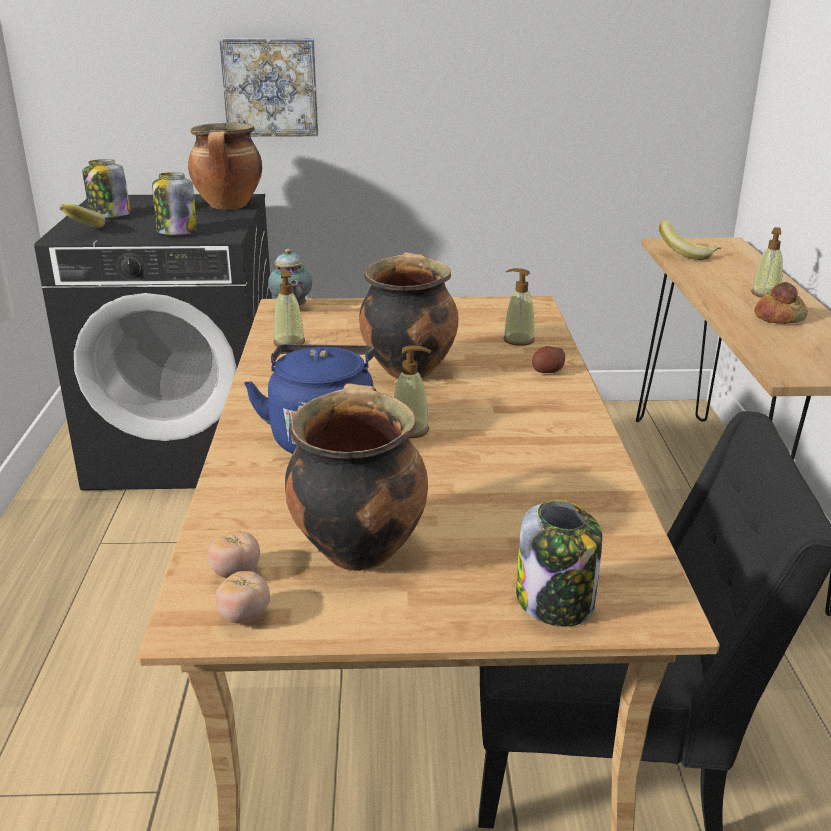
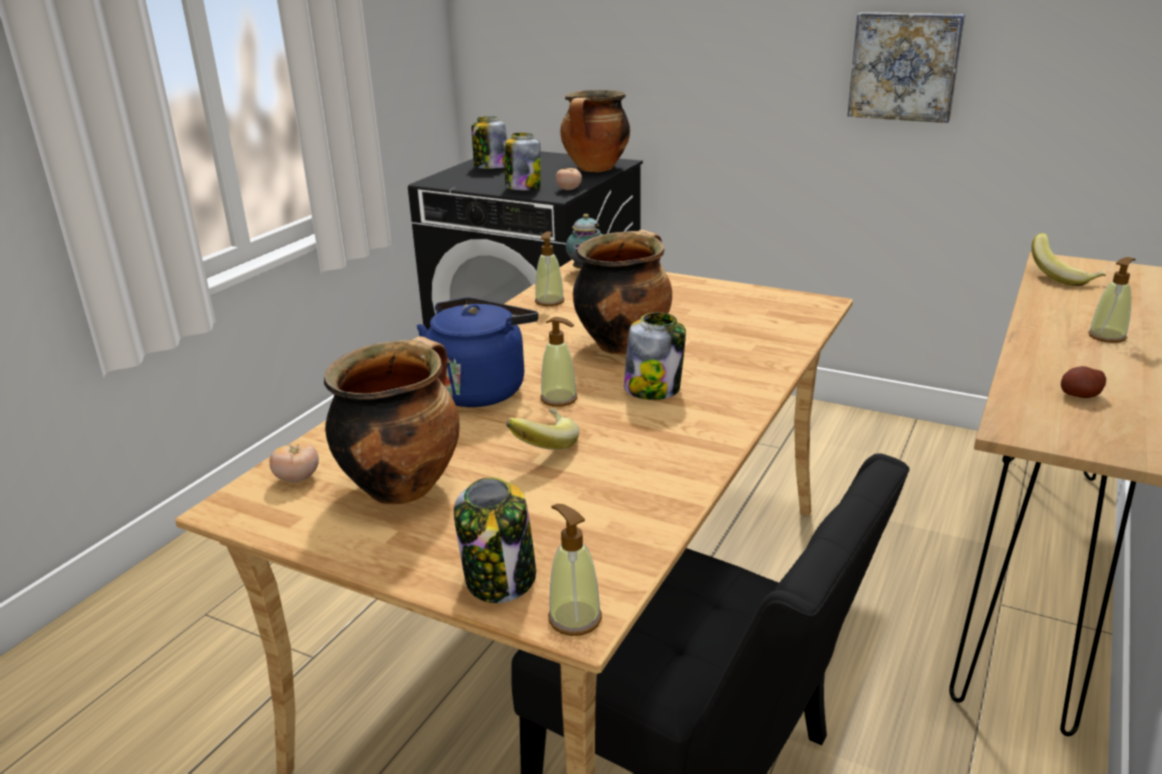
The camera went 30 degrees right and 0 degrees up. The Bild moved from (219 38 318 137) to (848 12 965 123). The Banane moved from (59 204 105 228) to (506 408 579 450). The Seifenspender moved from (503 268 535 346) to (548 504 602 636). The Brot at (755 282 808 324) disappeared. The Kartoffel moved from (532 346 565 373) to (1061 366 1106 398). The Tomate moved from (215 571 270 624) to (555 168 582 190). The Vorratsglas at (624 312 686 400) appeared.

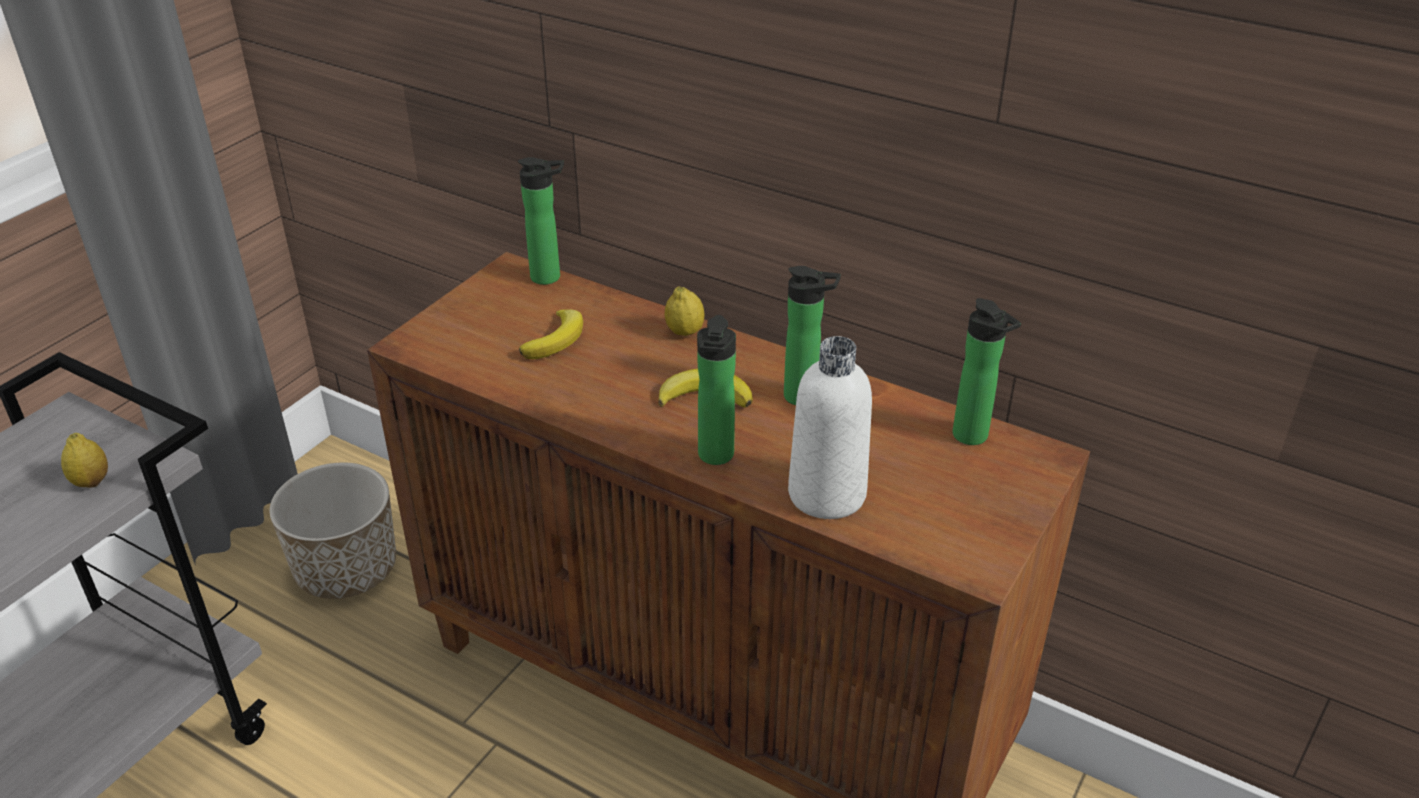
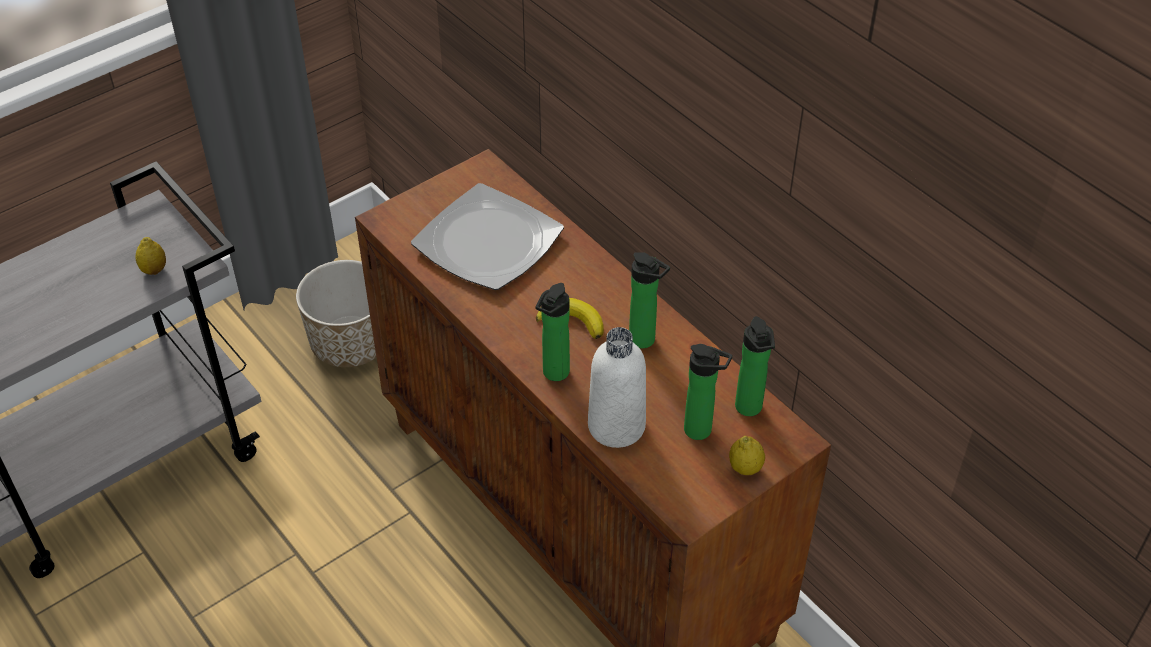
The camera went 20 degrees right and 10 degrees up. The Flasche moved from (518 157 564 285) to (684 344 732 440). The Zitrone moved from (664 286 704 336) to (729 436 765 475). The Banane at (519 309 583 359) was replaced by the Teller at (411 183 564 290).

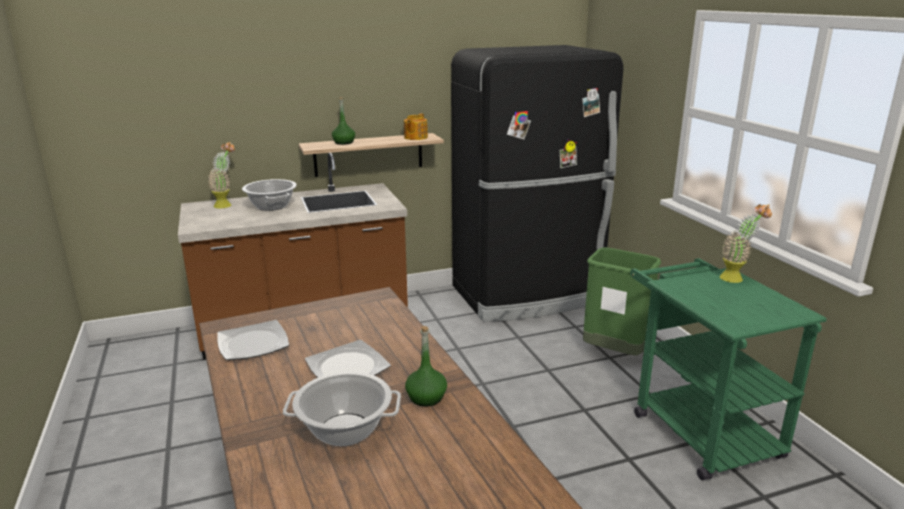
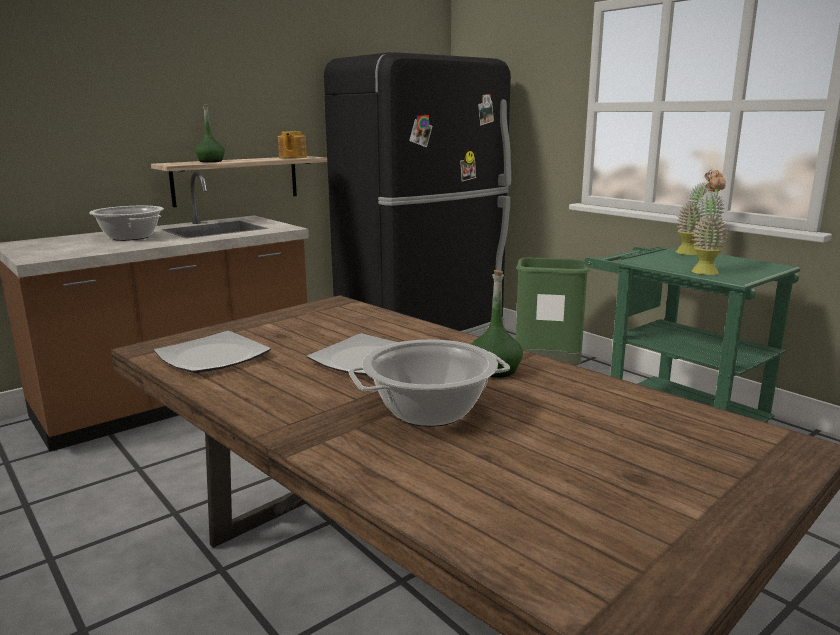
The camera went 20 degrees left and 5 degrees down. The Topfpflanze moved from (208 142 235 208) to (691 177 728 275).

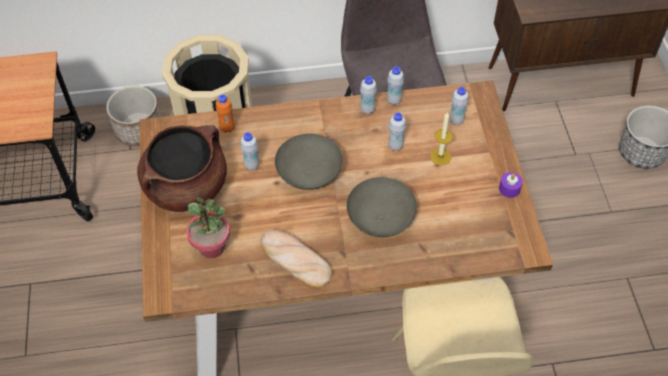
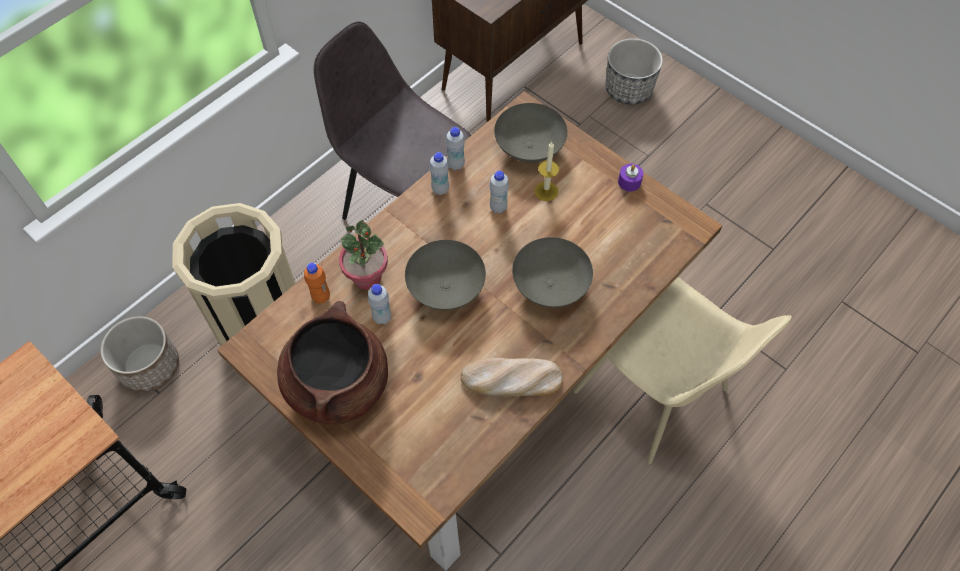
The camera went 40 degrees left and 5 degrees up. The Flasche [weiß] at (449 87 468 125) was replaced by the Schüssel [grau] at (494 103 568 163). The Topfpflanze moved from (186 198 230 258) to (339 220 388 290).

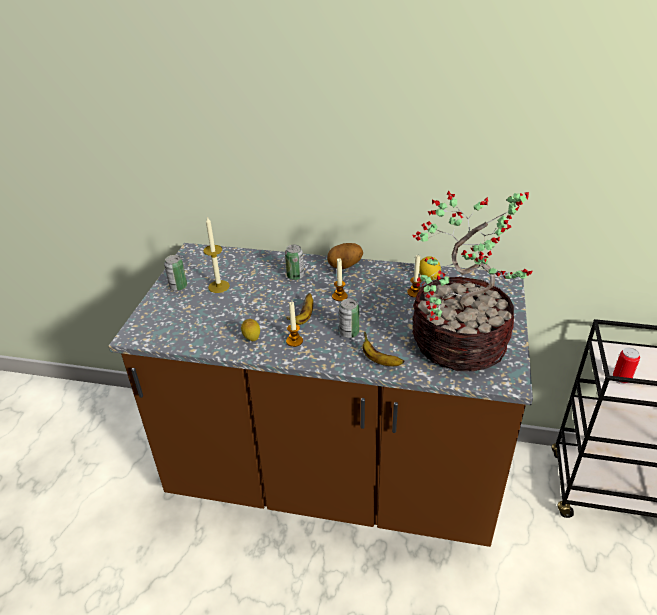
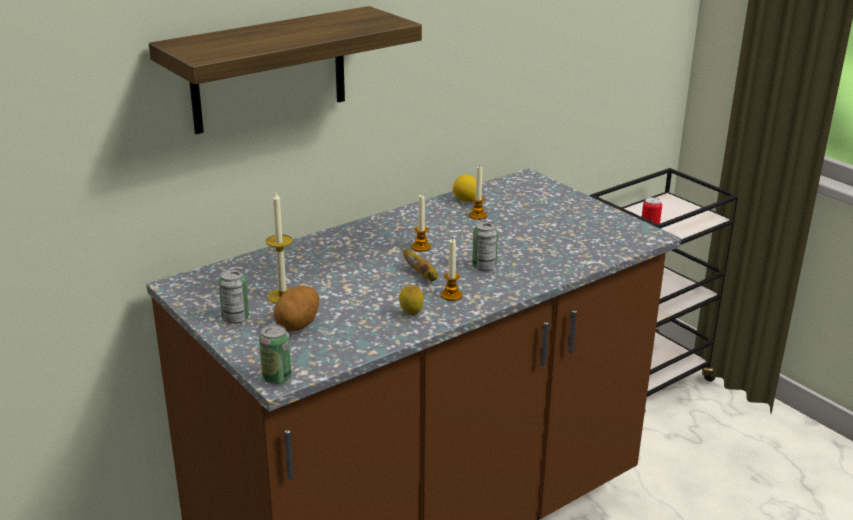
The camera went 50 degrees left and 10 degrees down. The Topfpflanze at (413 191 532 371) disappeared. The Kartoffel moved from (327 243 363 269) to (274 285 319 332). The Dose moved from (285 245 304 280) to (259 324 292 384). The Banane at (362 332 404 366) disappeared. The Wandregal at (149 6 422 134) appeared.

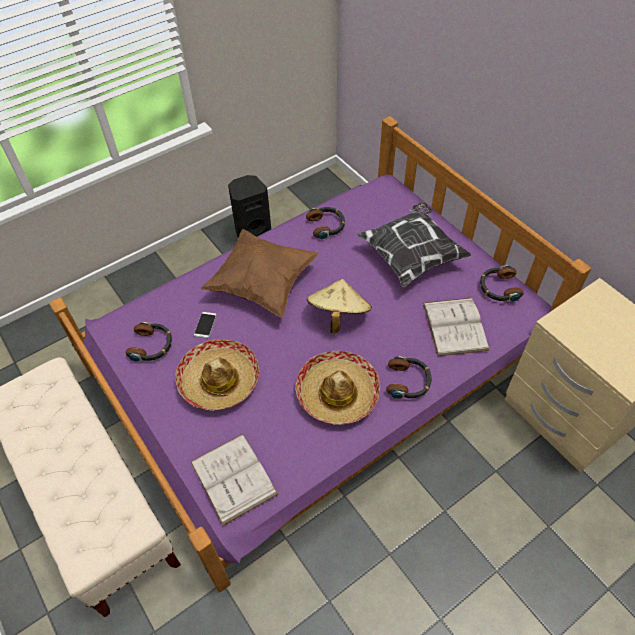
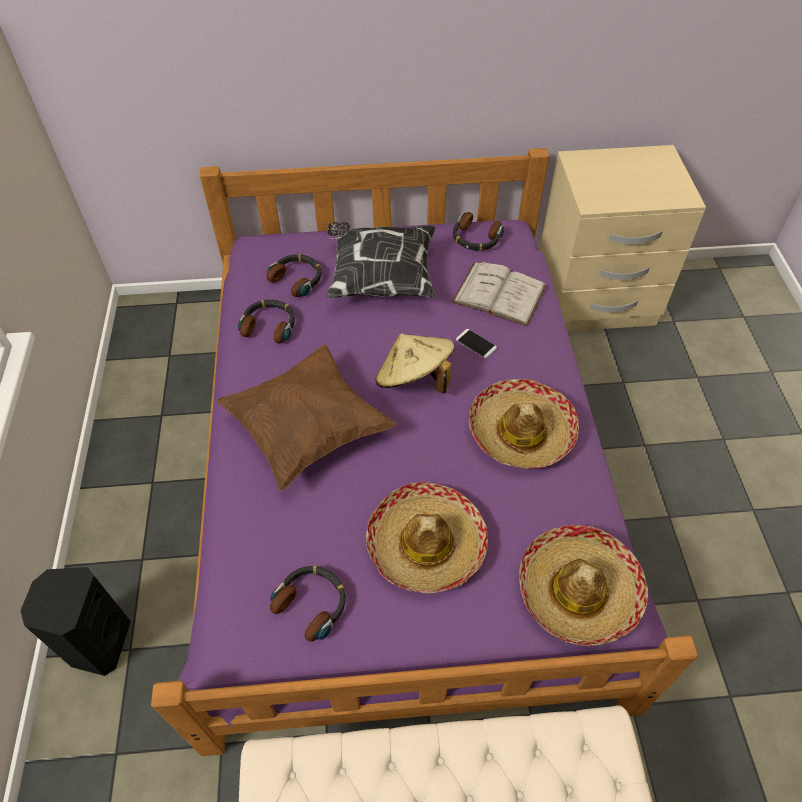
The camera went 60 degrees left and 0 degrees up. The Lautsprecher [schwarz] moved from (228 175 271 238) to (20 567 131 676). The Handy moved from (194 312 217 338) to (456 329 497 358). The Kopfhörer moved from (386 356 432 399) to (267 254 322 297). The Buch [weiß] at (190 434 278 526) was replaced by the Hut at (519 525 648 646).

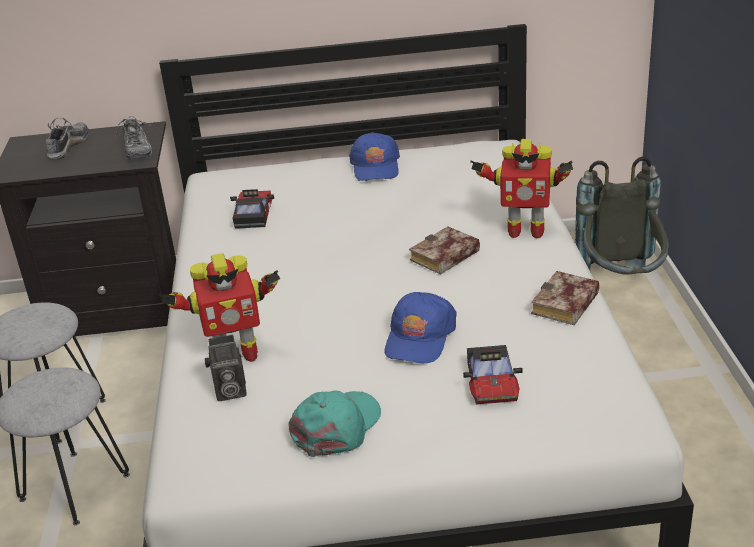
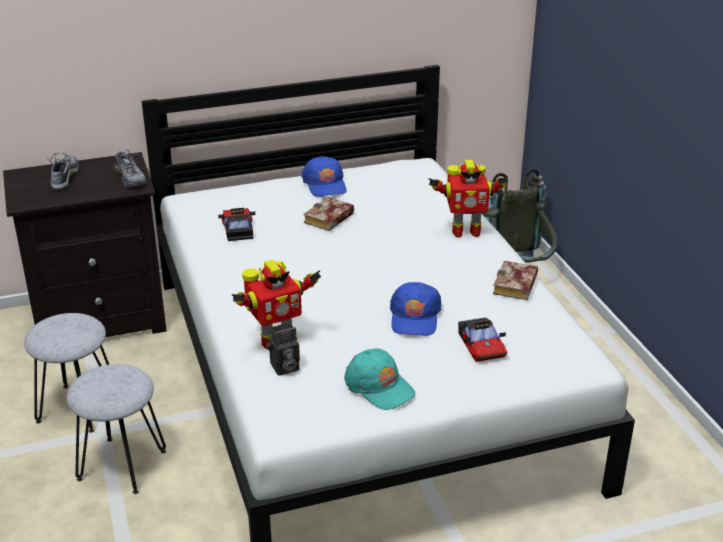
The camera went 15 degrees left and 0 degrees up. The Buch moved from (409 226 480 275) to (303 197 354 231). The Kappe [türkis] at (288 390 381 457) turned 120 degrees clockwise.

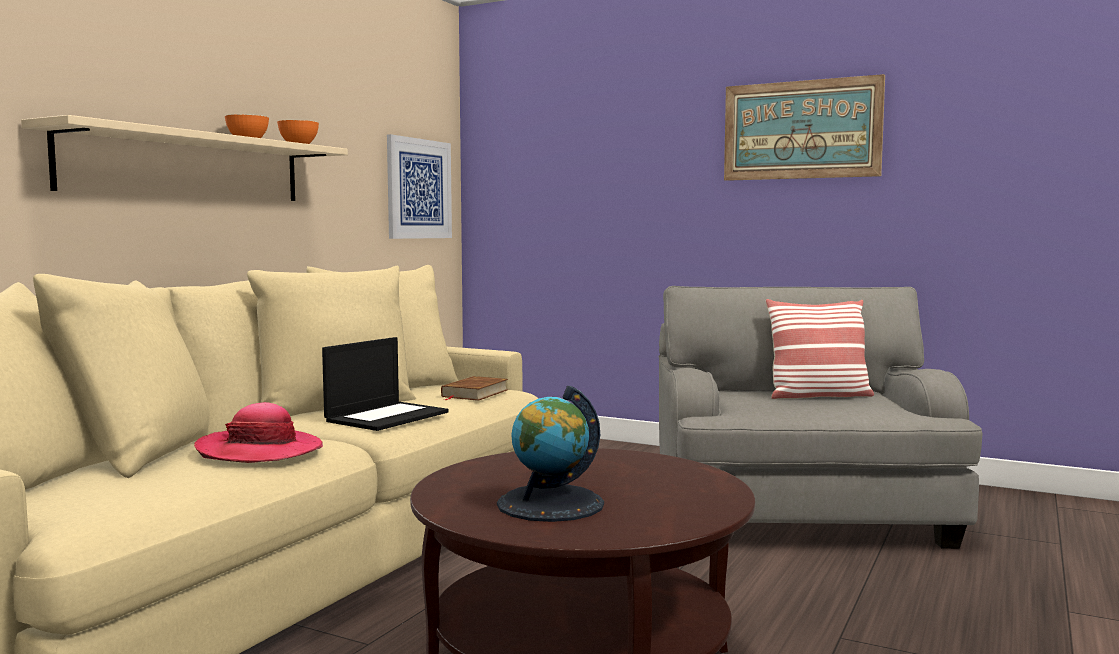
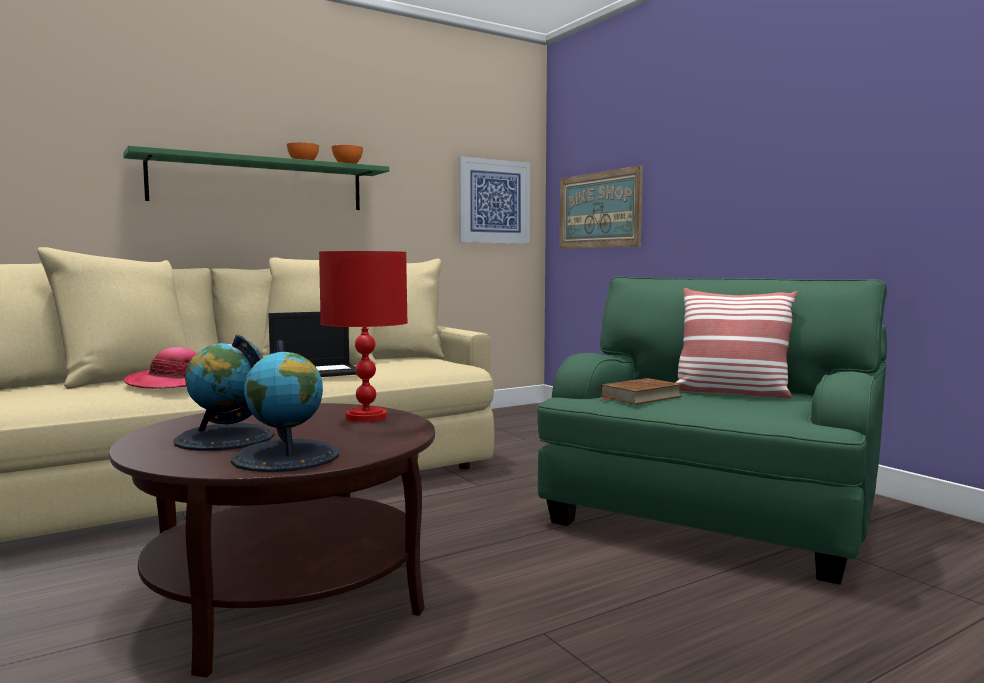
The camera went 30 degrees right and 0 degrees up. The Bild moved from (724 74 885 181) to (559 165 643 249). The Wandregal [beige] at (21 115 348 201) became the Wandregal [grün] at (123 145 389 210). The Sessel [grau] at (659 286 982 549) became the Sessel [grün] at (537 276 887 585). The Buch [braun] moved from (441 376 508 401) to (600 378 683 405). The Tischlampe [rot] at (319 251 408 422) appeared. The Globus at (231 340 339 472) appeared.

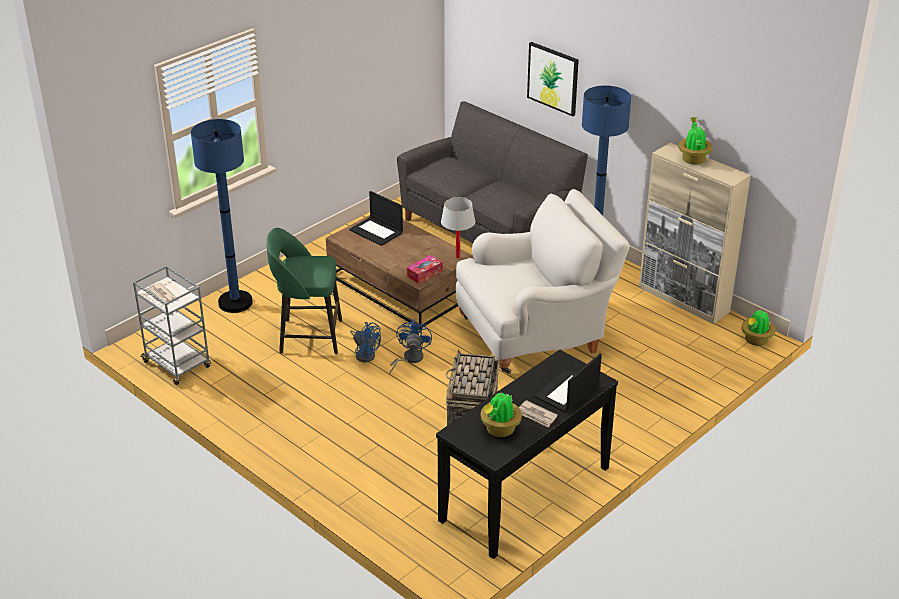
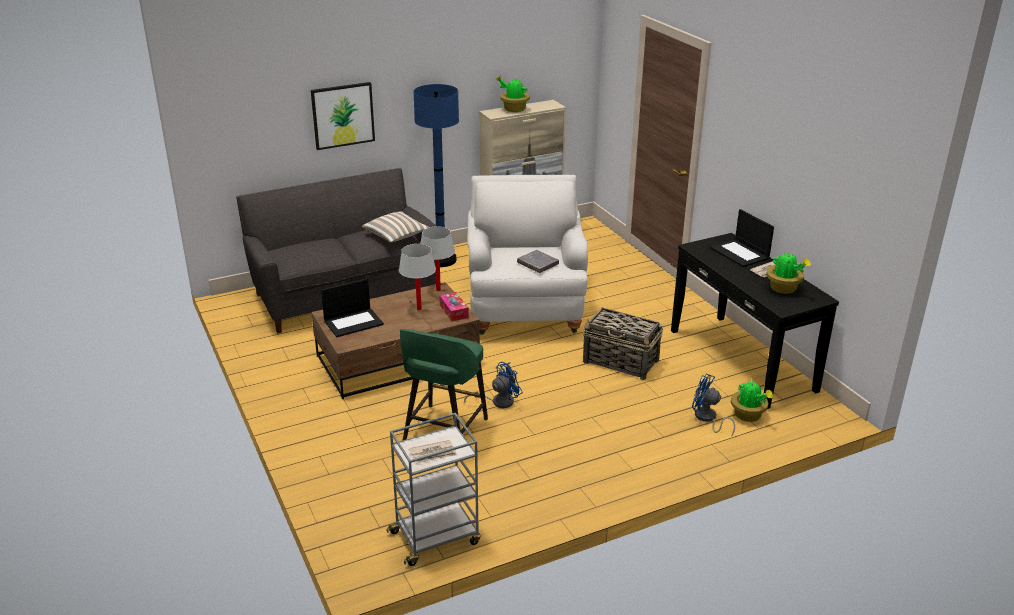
The camera went 70 degrees left and 5 degrees down. The Stehlampe [blau] at (191 119 253 313) disappeared. The Topfpflanze moved from (742 310 775 346) to (731 380 773 422). The Ventilator [blau] moved from (390 319 432 373) to (692 374 735 437). The Kissen at (362 211 429 243) appeared. The Tischlampe [weiß] at (399 244 436 310) appeared. The Buch [grau] at (517 250 559 273) appeared.

